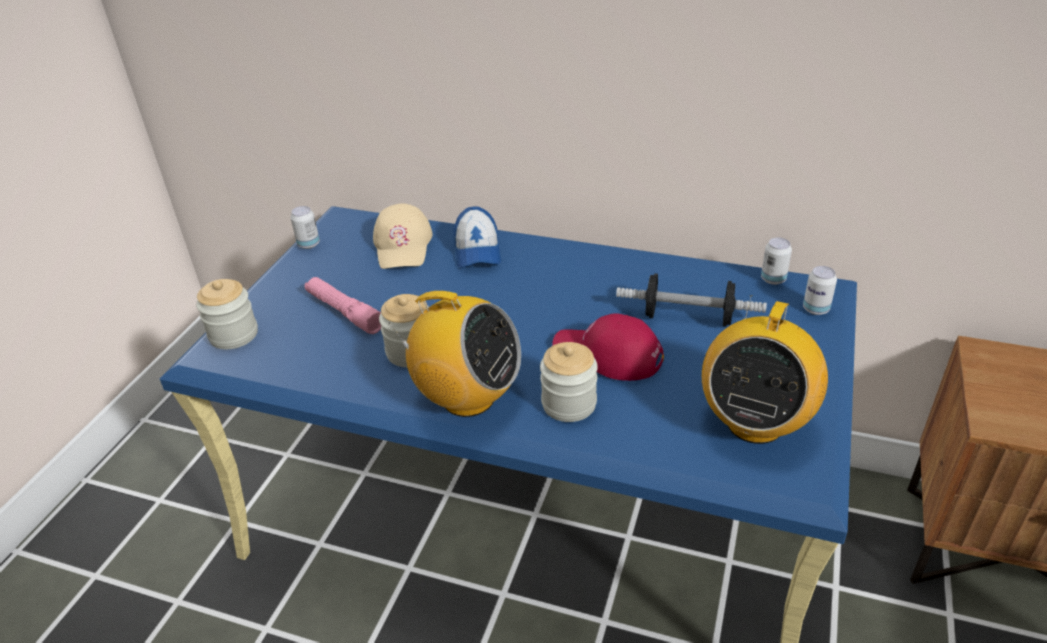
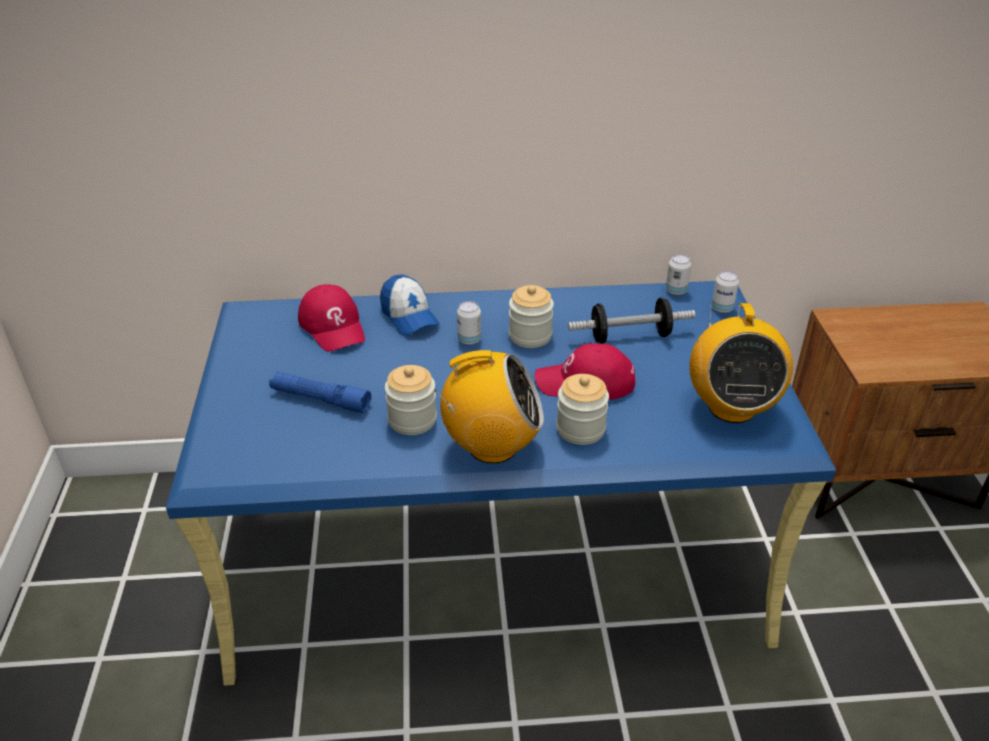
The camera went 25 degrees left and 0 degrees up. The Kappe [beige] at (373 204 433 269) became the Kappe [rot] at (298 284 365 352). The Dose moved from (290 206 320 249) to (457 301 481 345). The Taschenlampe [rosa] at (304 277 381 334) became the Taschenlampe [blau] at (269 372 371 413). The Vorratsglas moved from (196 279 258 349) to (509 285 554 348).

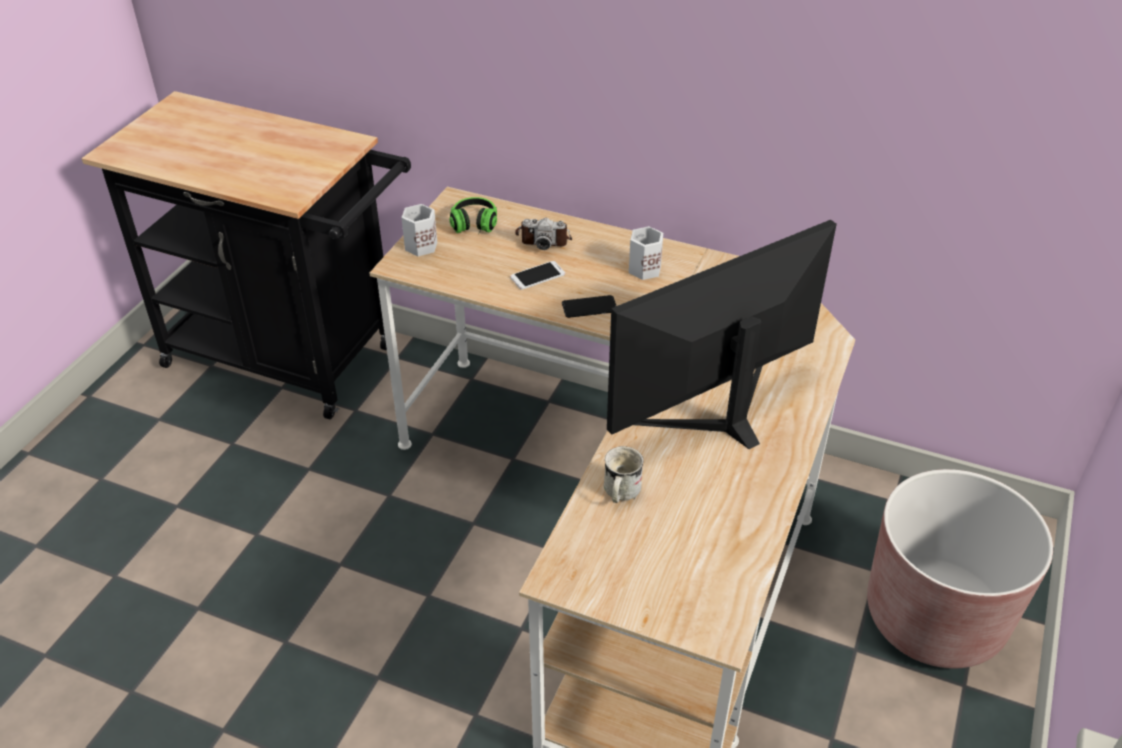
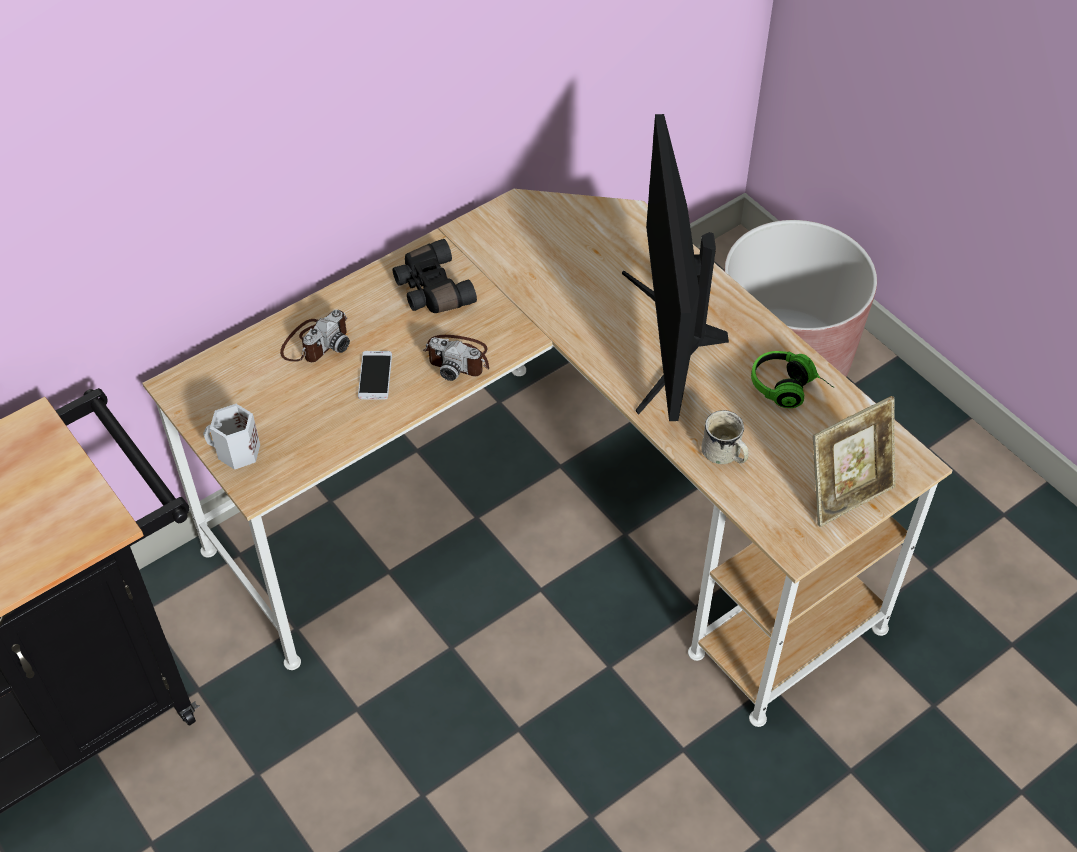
The camera went 60 degrees left and 10 degrees up. The Kopfhörer moved from (449 197 497 235) to (751 351 834 408). The Henkelbecher [weiß] at (629 226 663 280) was replaced by the Fernglas [schwarz] at (393 239 477 313). The Handy at (562 295 616 318) was replaced by the Kamera at (423 335 489 381). The Bilderrahmen at (813 396 896 527) appeared.

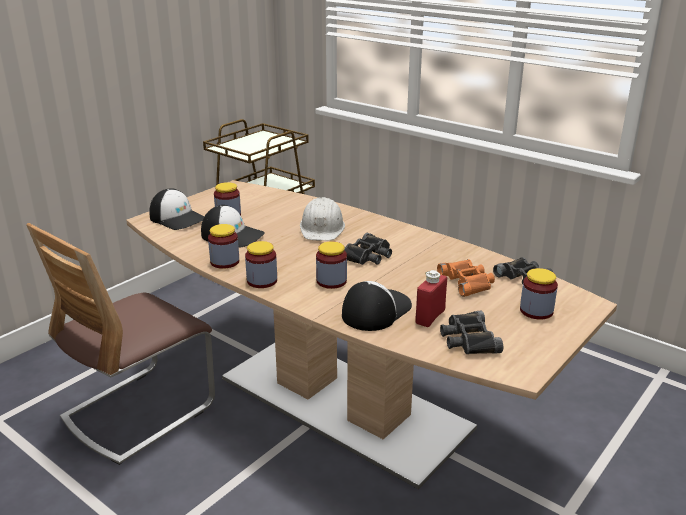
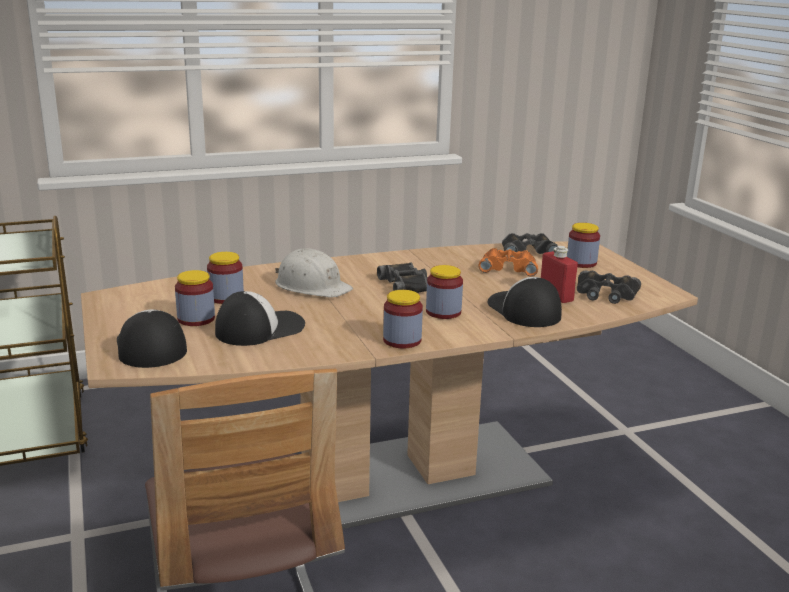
The camera went 60 degrees left and 5 degrees down. The Kappe at (149 188 205 230) turned 90 degrees counterclockwise. The Vorratsglas moved from (208 224 239 269) to (207 252 244 304).

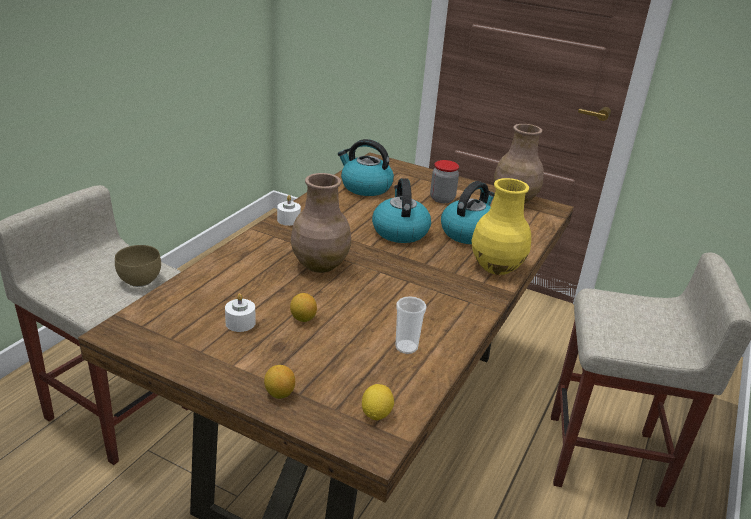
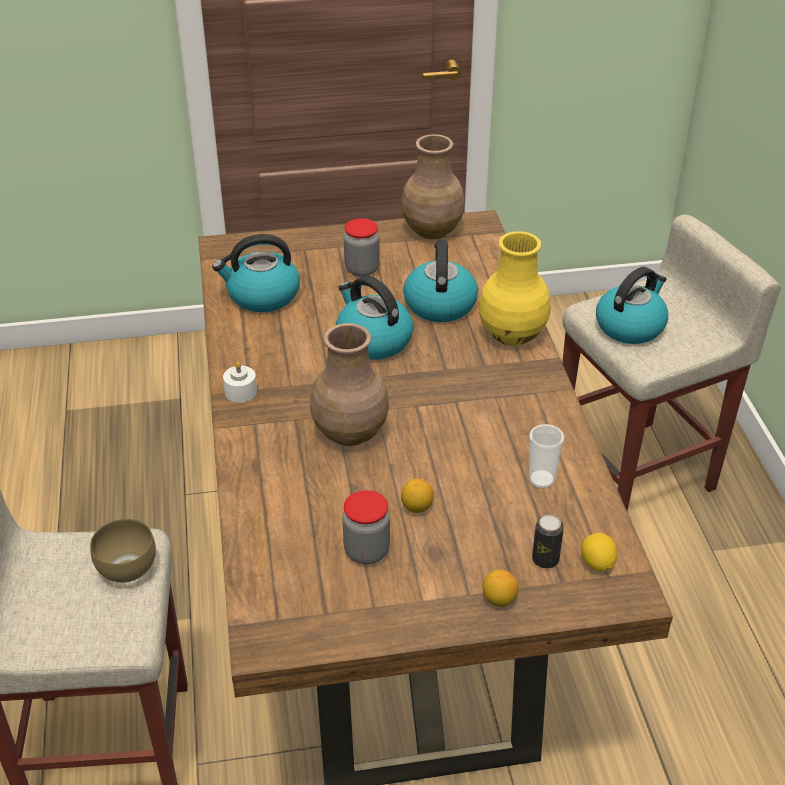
The camera went 35 degrees left and 10 degrees up. The Kerze [weiß] at (225 293 256 332) was replaced by the Vorratsglas at (342 490 390 564). The Wasserkessel at (596 267 668 344) appeared. The Dose at (532 515 564 568) appeared.

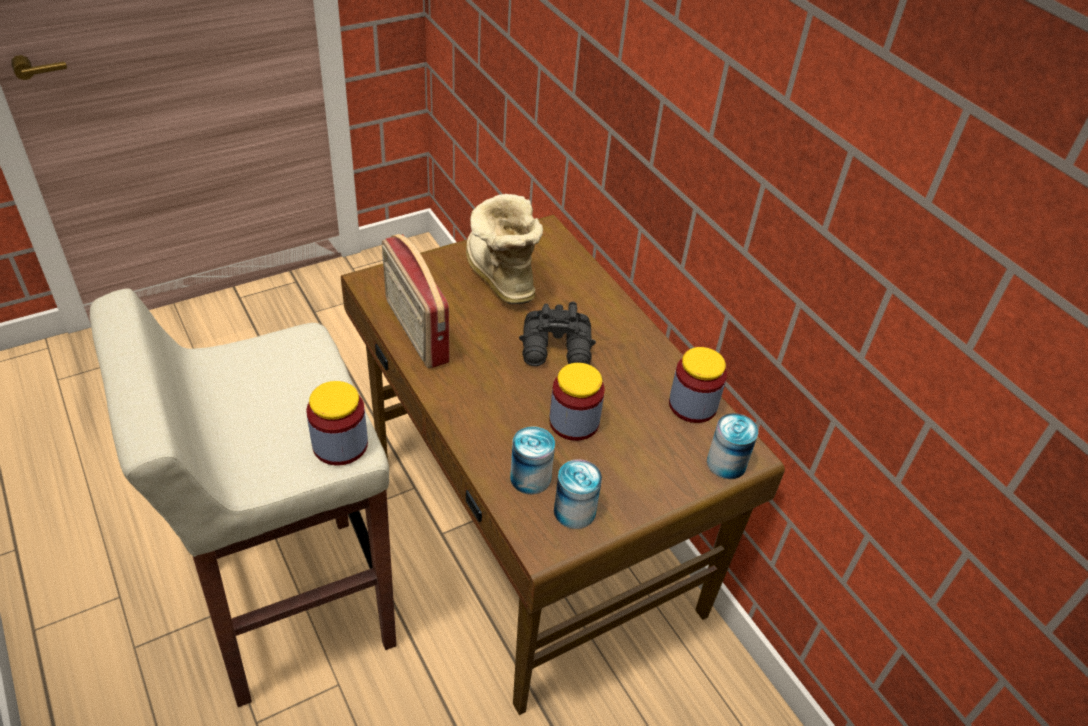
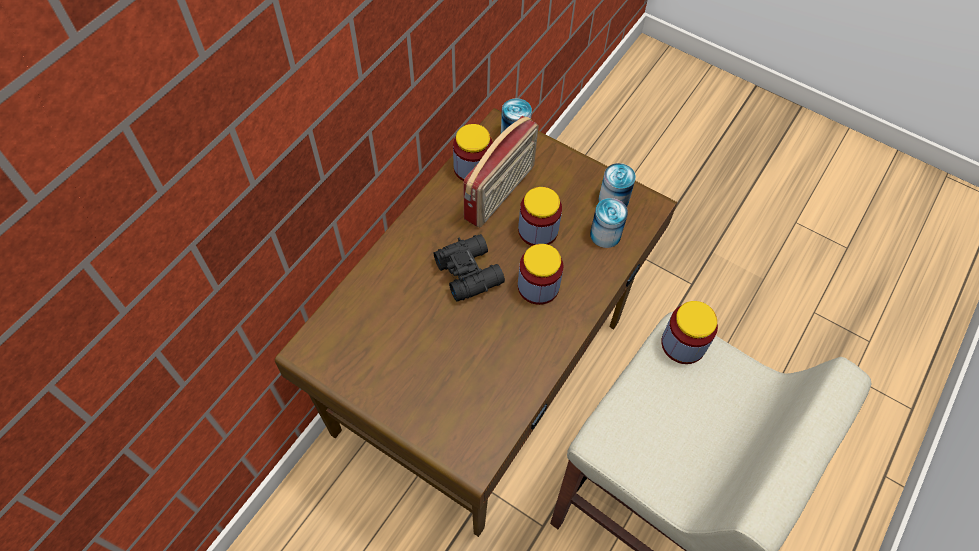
The camera went 115 degrees left and 15 degrees up. The Stiefel at (466 194 543 305) disappeared. The Radio moved from (382 234 449 368) to (463 116 539 228). The Vorratsglas at (518 244 563 305) appeared.

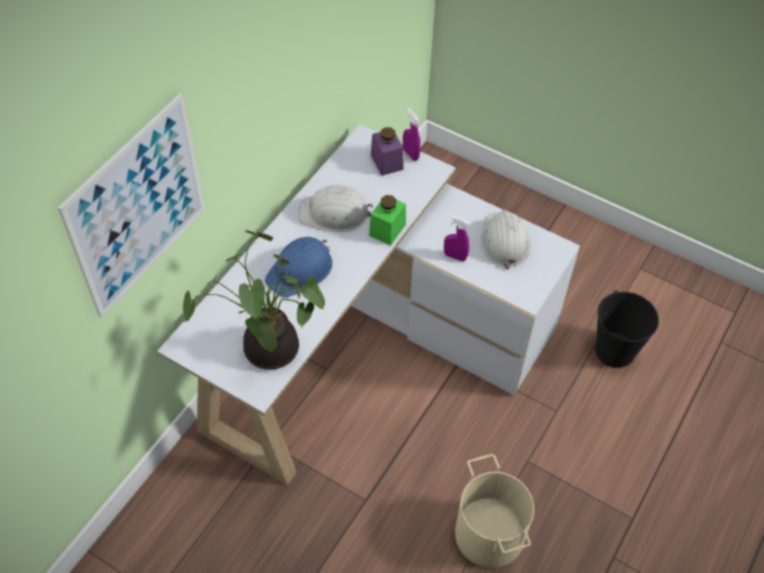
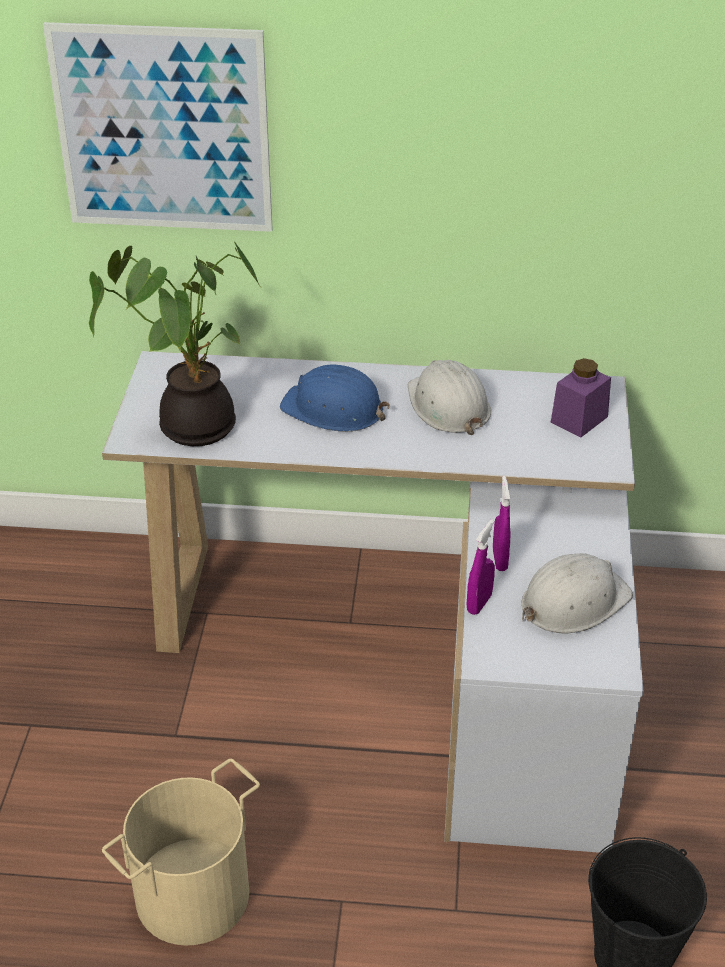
The camera went 65 degrees right and 15 degrees down. The Sprühflasche [lila] moved from (403 108 421 161) to (467 519 495 615). The Vorratsglas [grün] at (369 195 406 246) disappeared.

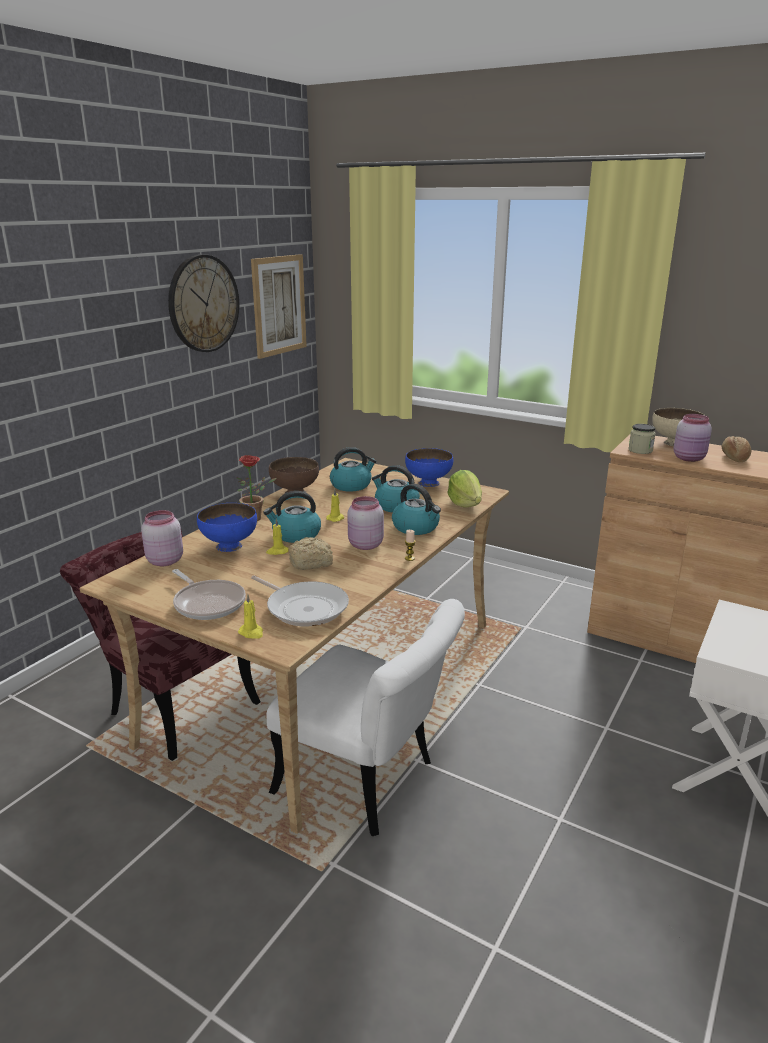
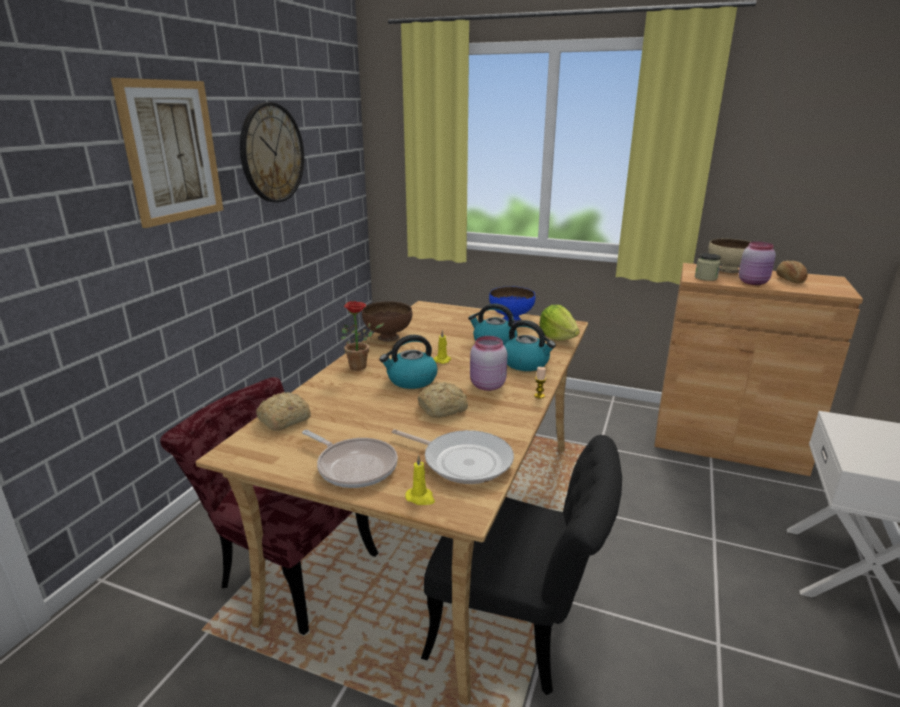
The camera went 10 degrees left and 0 degrees up. The Bild moved from (251 254 307 359) to (111 78 223 228). The Wasserkessel at (330 447 376 492) disappeared. The Schüssel [blau] at (197 503 257 552) disappeared. The Vorratsglas [rosa] at (141 510 183 566) was replaced by the Brot at (256 392 311 431). The Kerze [gelb] at (266 519 289 555) disappeared. The Stuhl [weiß] at (267 599 465 836) became the Stuhl [schwarz] at (421 435 622 695).

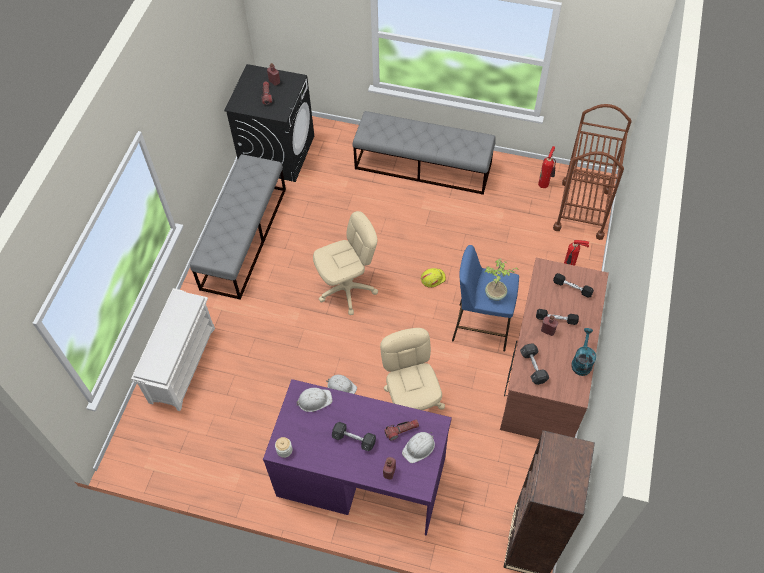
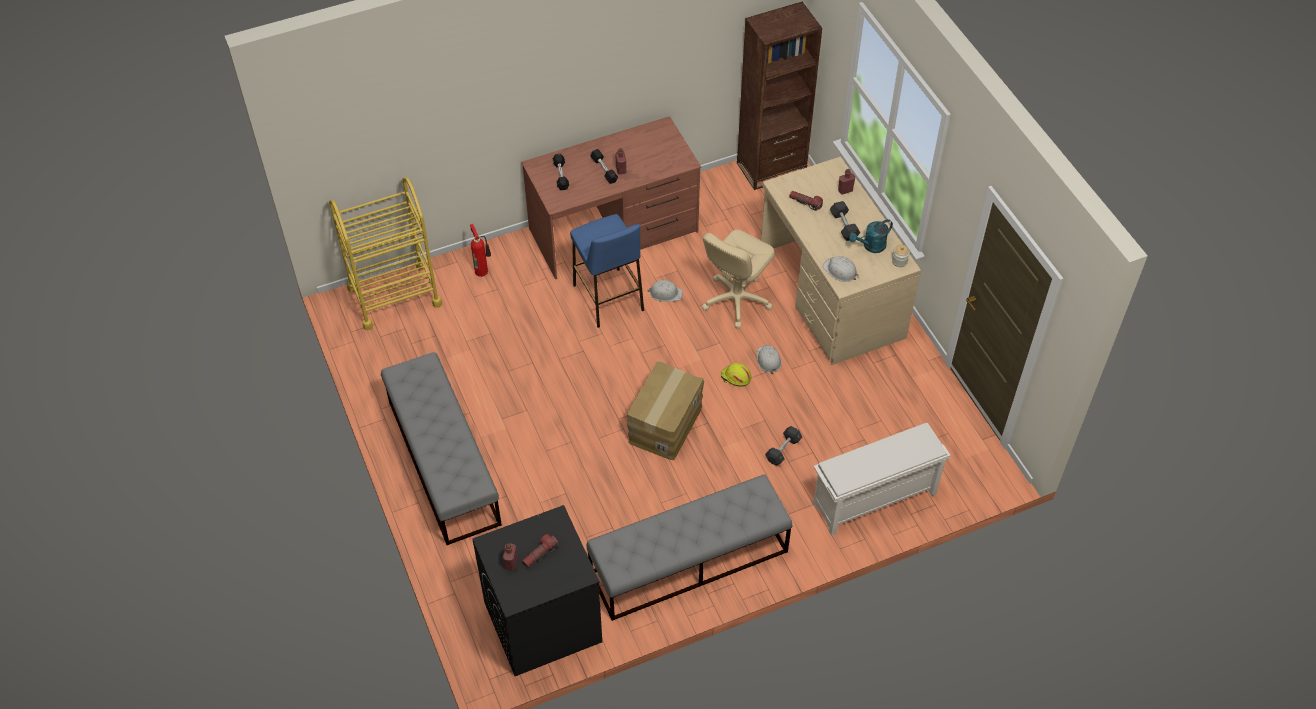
The camera went 130 degrees left and 5 degrees down. The Rollwagen [braun] at (553 104 632 240) became the Rollwagen [gelb] at (329 177 442 330). The Feuerlöscher at (538 146 556 188) disappeared. The Bürostuhl [beige] at (313 211 378 315) was replaced by the Karton at (627 361 704 460). The Topfpflanze at (484 258 519 301) disappeared. The Schutzhelm [gelb] moved from (421 268 446 287) to (721 363 751 386). The Gießkanne [türkis] moved from (571 328 596 376) to (849 219 893 253). The Hantel [grau] moved from (520 343 549 385) to (765 426 802 466). The Schreibtisch [lila] at (263 379 452 535) became the Schreibtisch [beige] at (761 157 921 365). The Schutzhelm [weiß] moved from (402 432 435 463) to (648 280 683 302).

